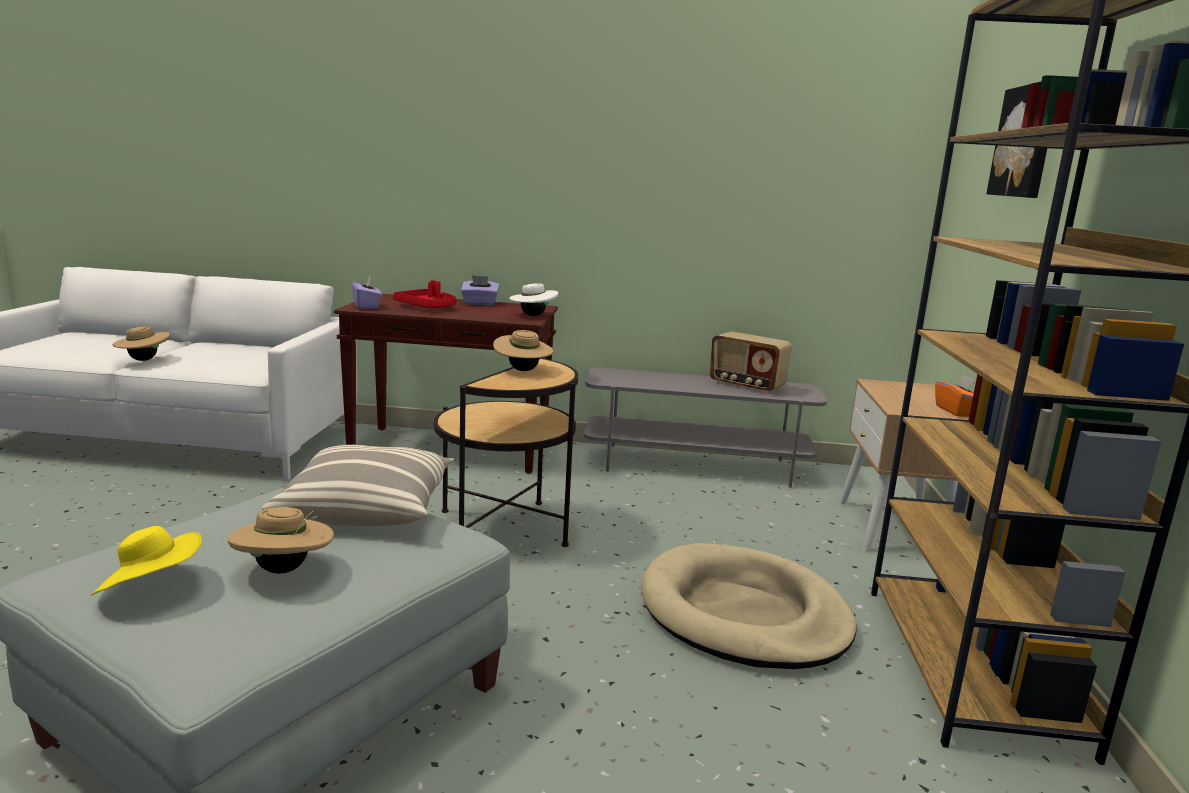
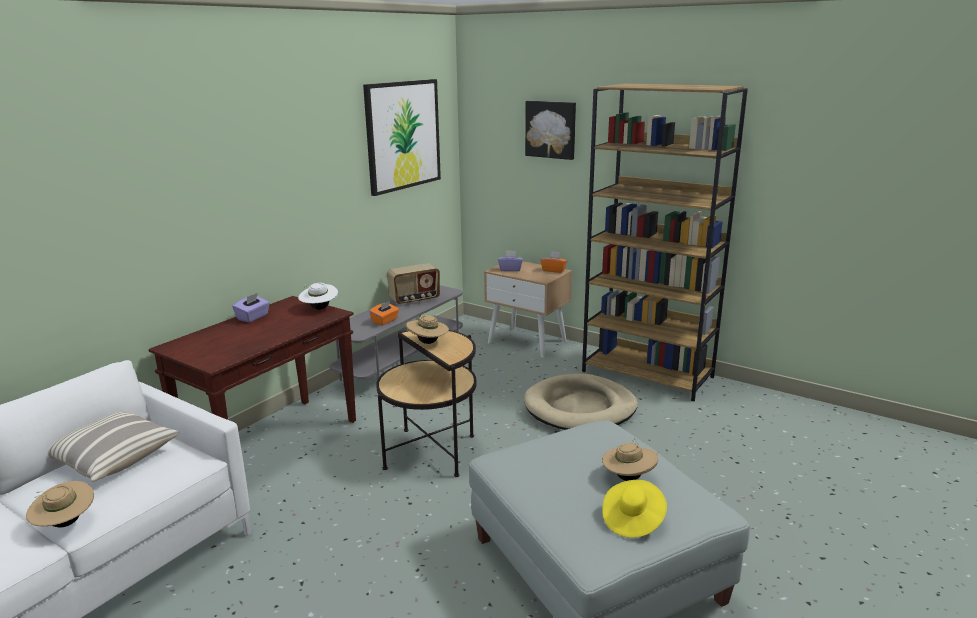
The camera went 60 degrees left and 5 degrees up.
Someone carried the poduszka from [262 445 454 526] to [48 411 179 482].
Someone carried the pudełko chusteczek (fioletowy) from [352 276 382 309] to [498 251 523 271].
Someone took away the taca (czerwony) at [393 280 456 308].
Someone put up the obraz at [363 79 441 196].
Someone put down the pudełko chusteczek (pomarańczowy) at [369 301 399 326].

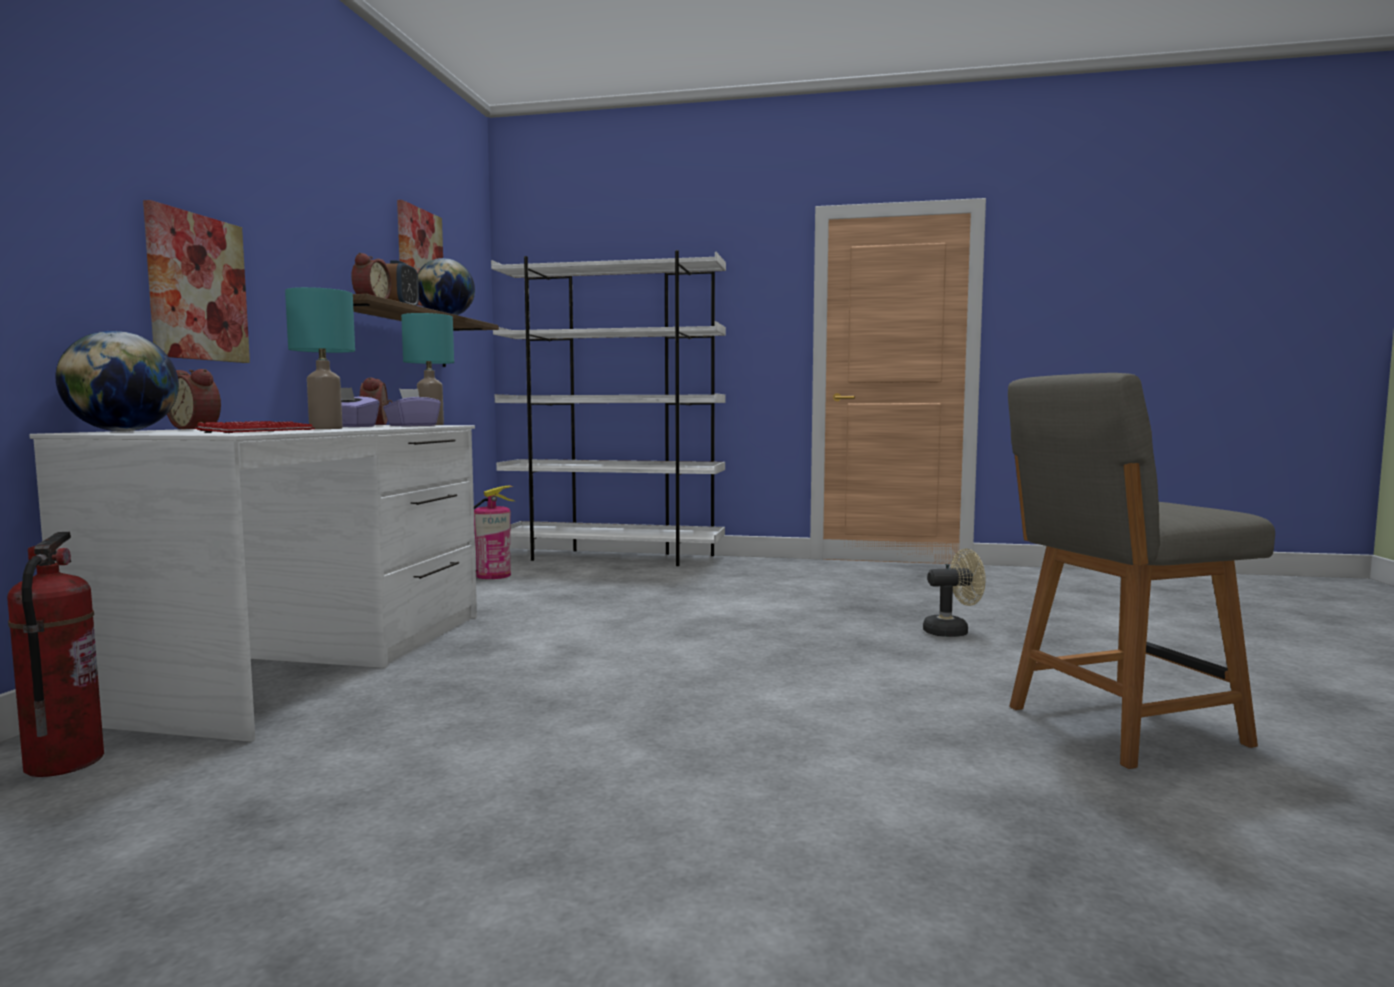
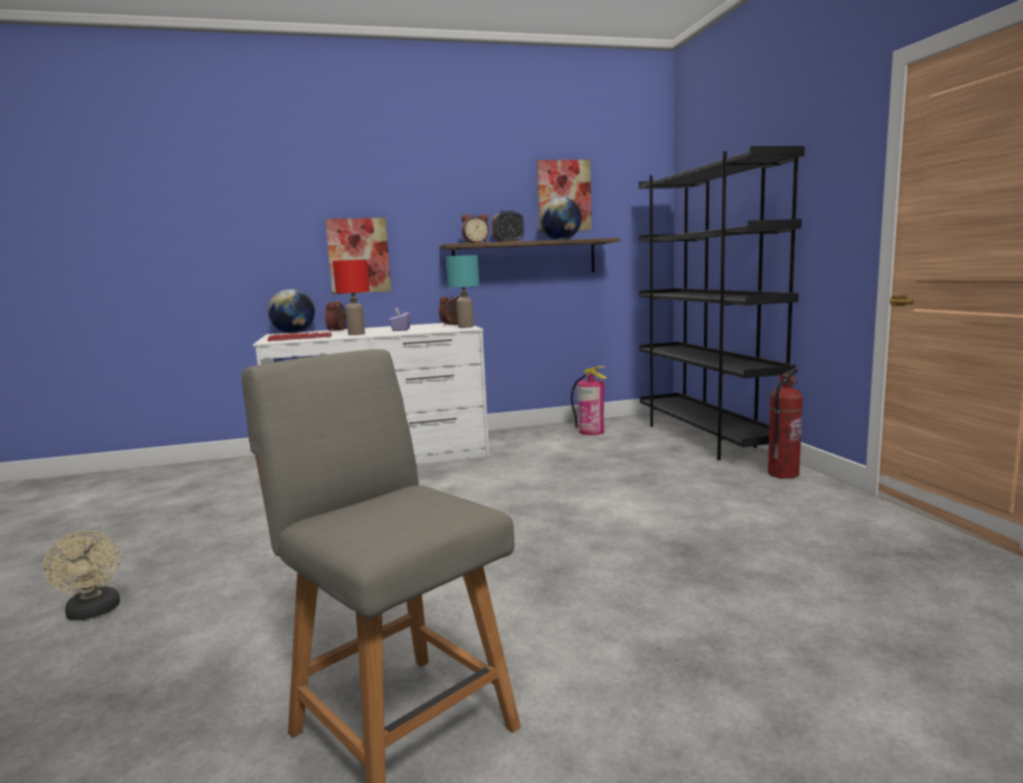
The camera went 65 degrees right and 5 degrees up.
Someone carried the gaśnica from [7 532 104 777] to [768 368 803 479].
Someone repainted the lampa stołowa (turkusowy) at [285 287 355 429], which became the lampa stołowa (czerwony) at [333 260 370 335].
Someone took away the pudełko chusteczek (fioletowy) at [383 389 441 427].
Someone repainted the regał (biały) at [491 250 726 566], which became the regał (czarny) at [638 146 805 460].
Someone carried the wentylator (beżowy) from [923 549 986 637] to [43 531 120 620].

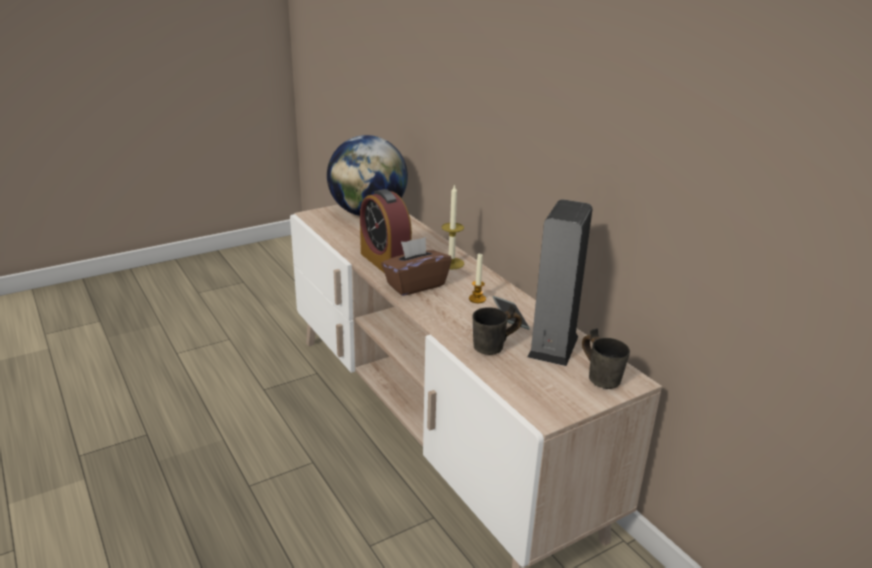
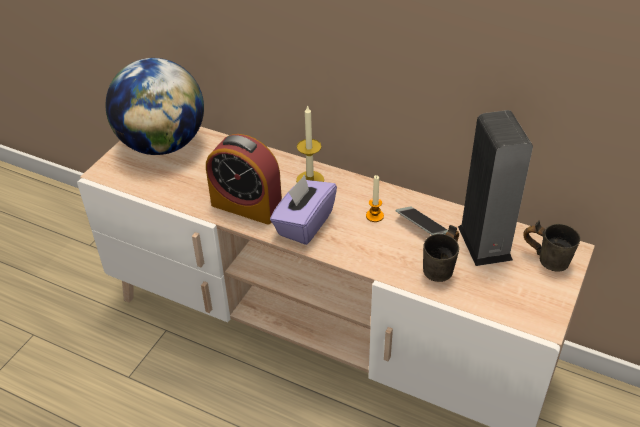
The camera went 30 degrees left and 15 degrees up.
Someone repainted the pudełko chusteczek (brązowy) at [381 237 452 296], which became the pudełko chusteczek (fioletowy) at [270 175 337 245].

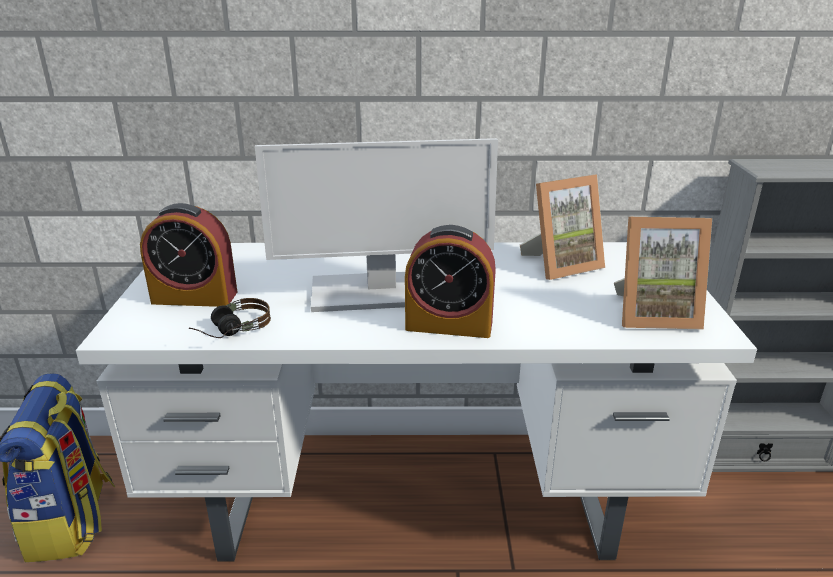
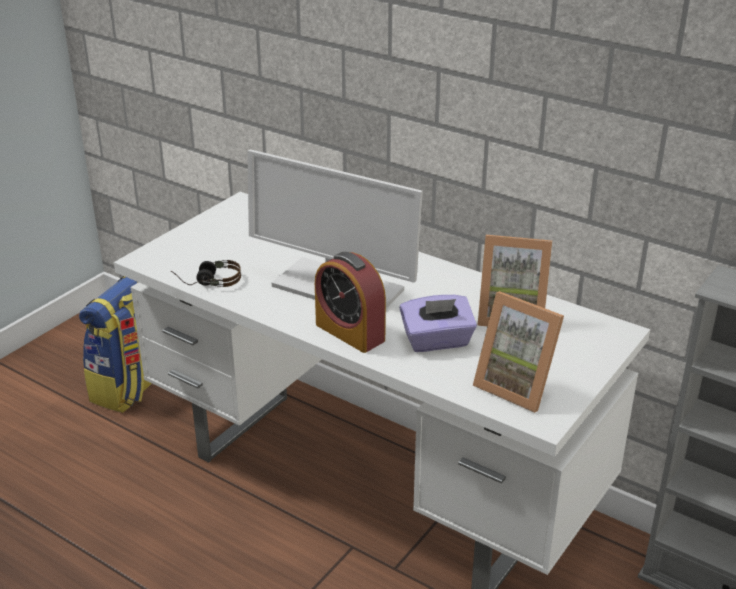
The camera went 35 degrees right and 5 degrees up.
Someone took away the budzik at [140 203 237 307].
Someone put down the pudełko chusteczek (fioletowy) at [400 295 477 352].

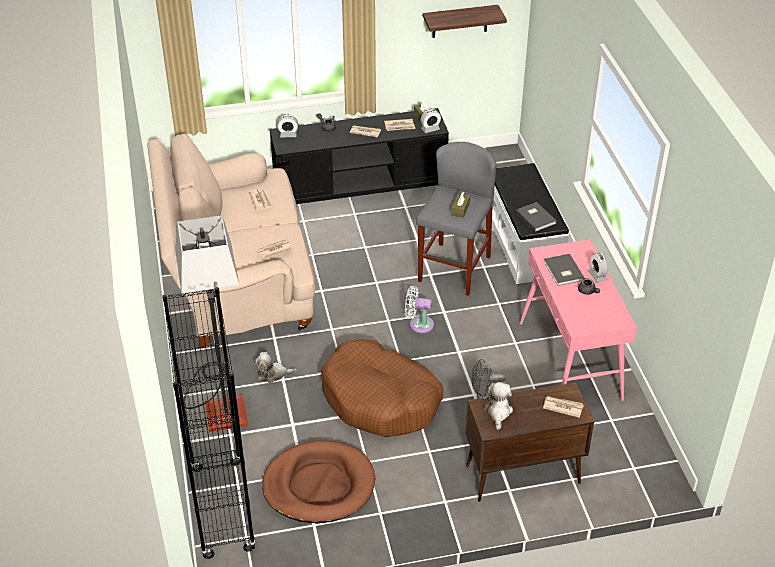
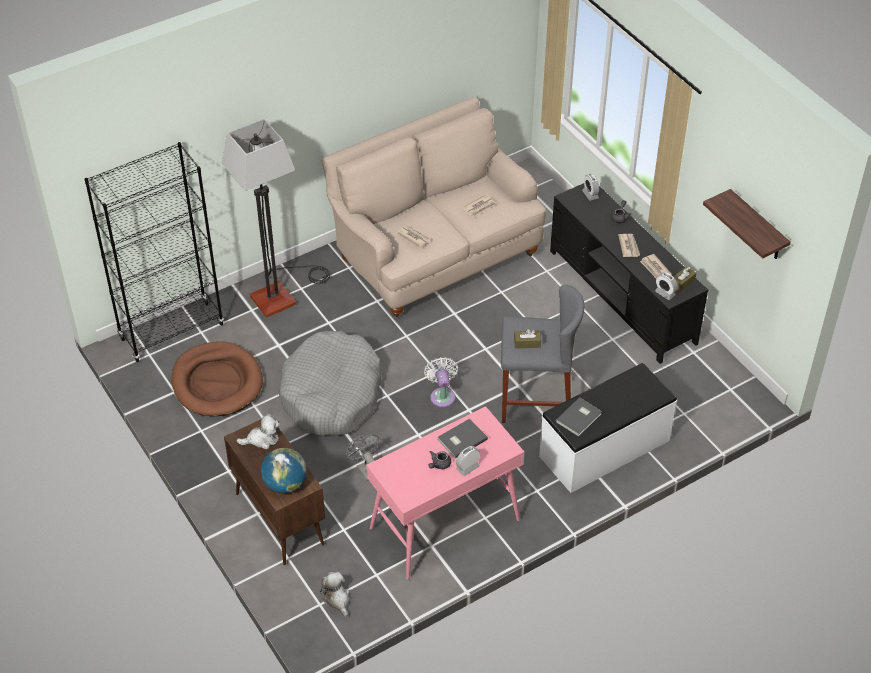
The camera went 70 degrees right and 5 degrees up.
Someone carried the pluszak from [254 352 297 383] to [320 572 349 617].
Someone repainted the legowisko (brązowy) at [321 339 443 437], which became the legowisko (szary) at [278 331 382 436].
Someone swapped the gazeta at [543 396 584 418] for the globus at [261 448 307 494].

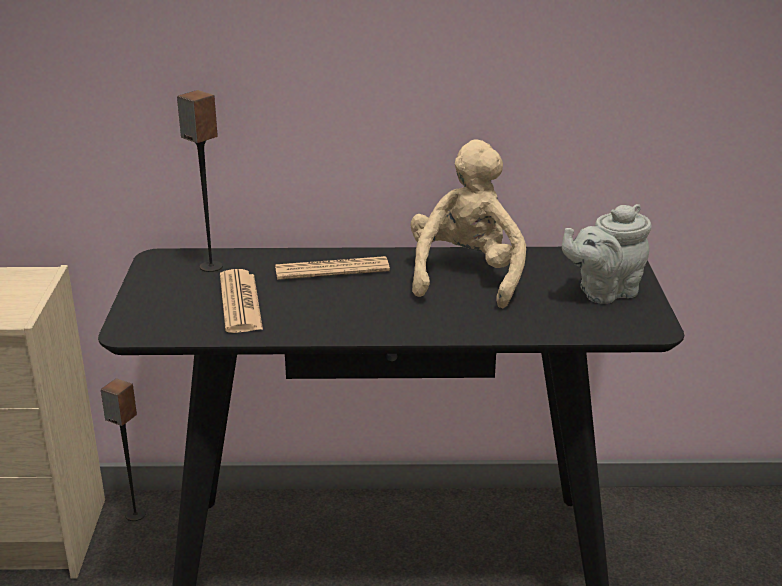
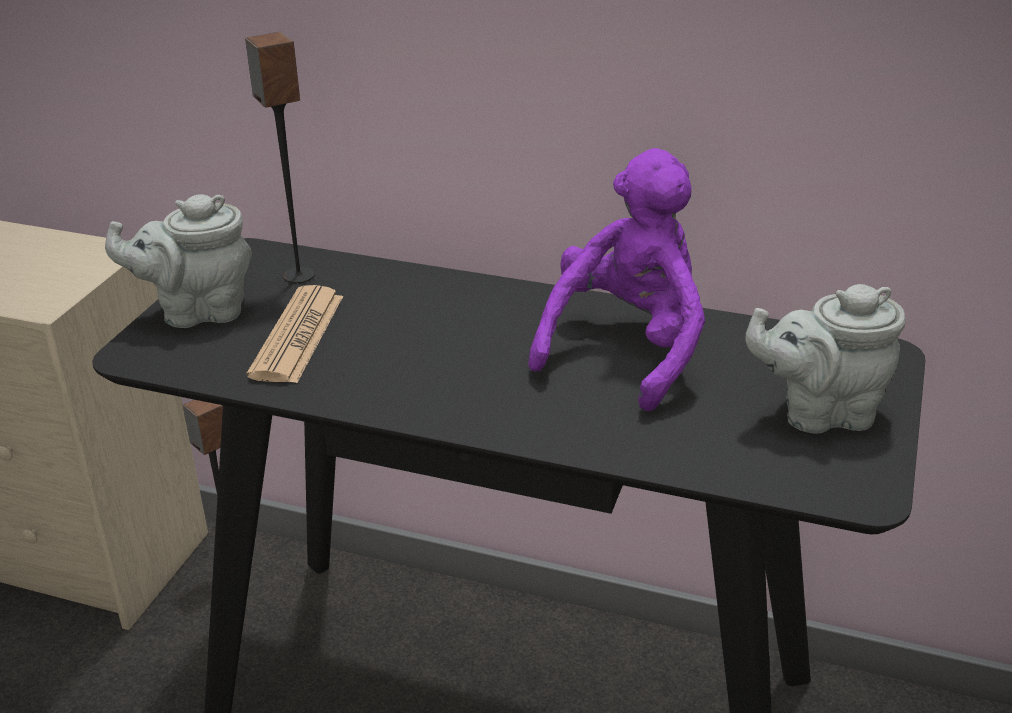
The camera went 20 degrees right and 5 degrees up.
Someone took away the gazeta at [275 256 390 280].
Someone repainted the pluszak (beżowy) at [410 140 526 308], which became the pluszak (fioletowy) at [528 148 705 412].
Someone put down the imbryk (szary) at [105 194 252 328].

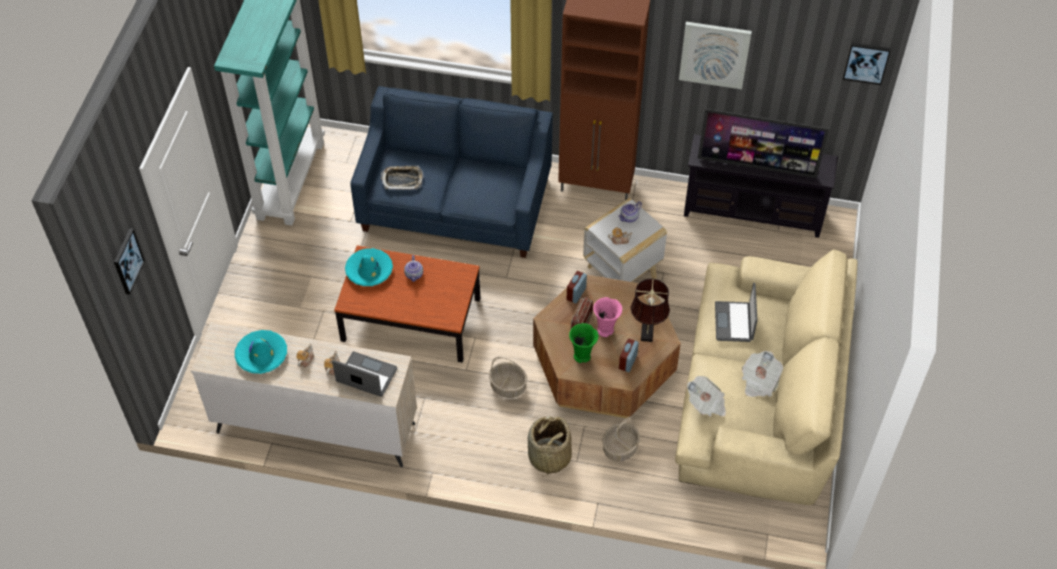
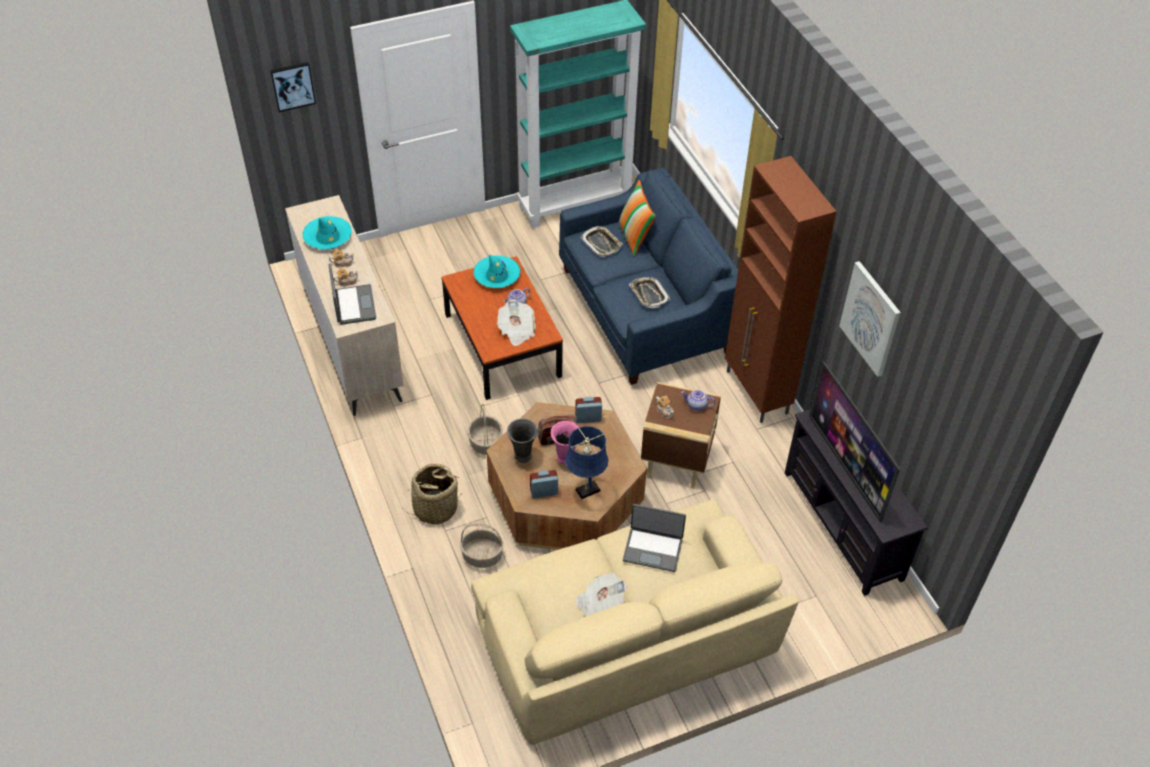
The camera went 55 degrees right and 5 degrees down.
Someone repainted the wazon (zielony) at [569 323 598 363], which became the wazon (szary) at [507 418 538 463].
Someone repainted the stolik (biały) at [583 198 667 282], which became the stolik (brązowy) at [641 382 721 489].
Someone repainted the lampa stołowa (brązowy) at [631 279 670 342], which became the lampa stołowa (niebieski) at [565 426 608 499].
Someone carried the gazeta from [687 376 726 417] to [497 299 535 346].
Someone rotated the laptop at [715 283 758 342] by 135 degrees counterclockwise.
Someone took away the obraz at [843 43 891 85].
Someone put down the poduszka at [619 180 655 257].
Someone put down the taca at [629 277 670 309].

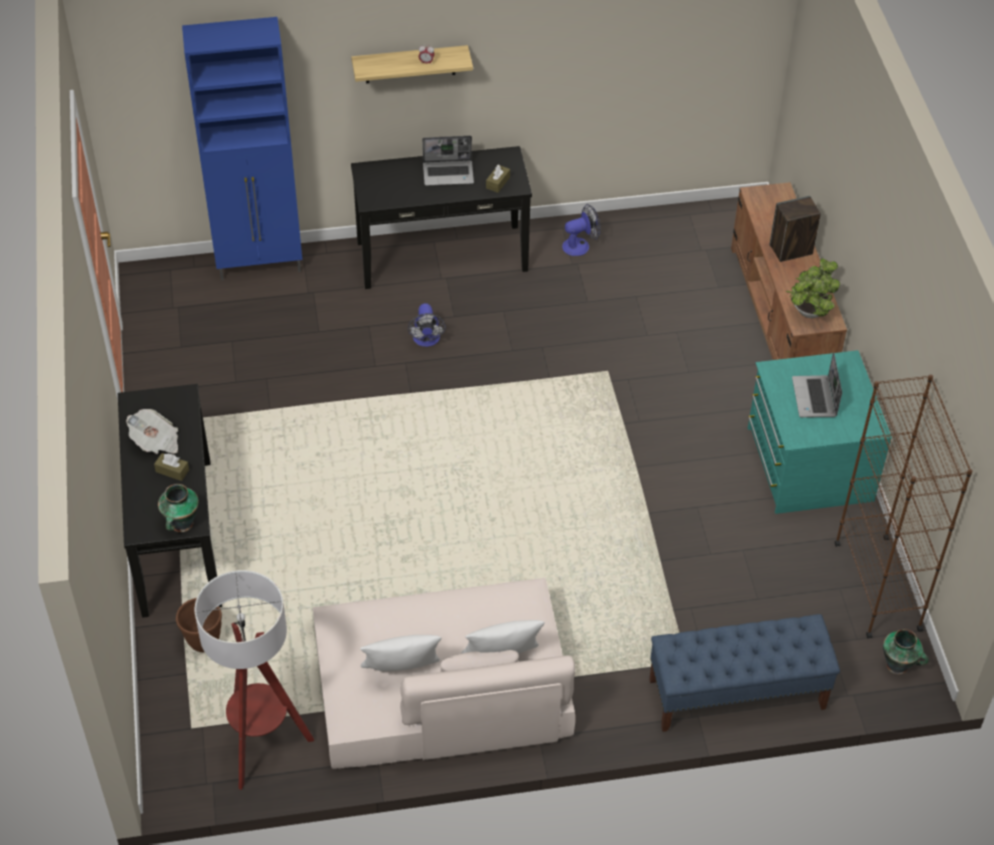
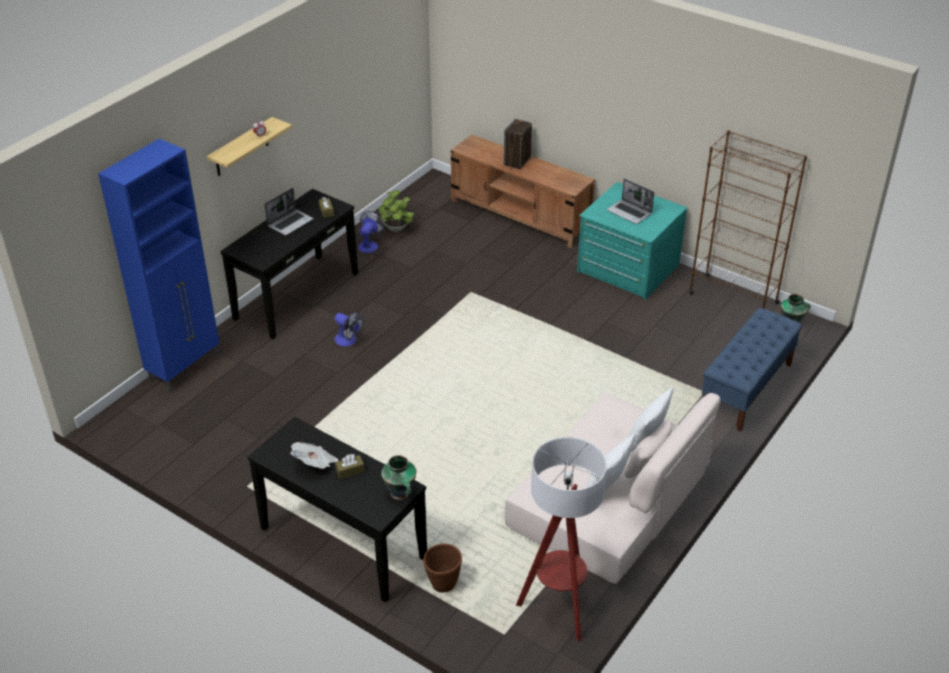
The camera went 45 degrees left and 10 degrees down.
Someone carried the roślina doniczkowa from [786 258 840 318] to [379 190 414 232].

